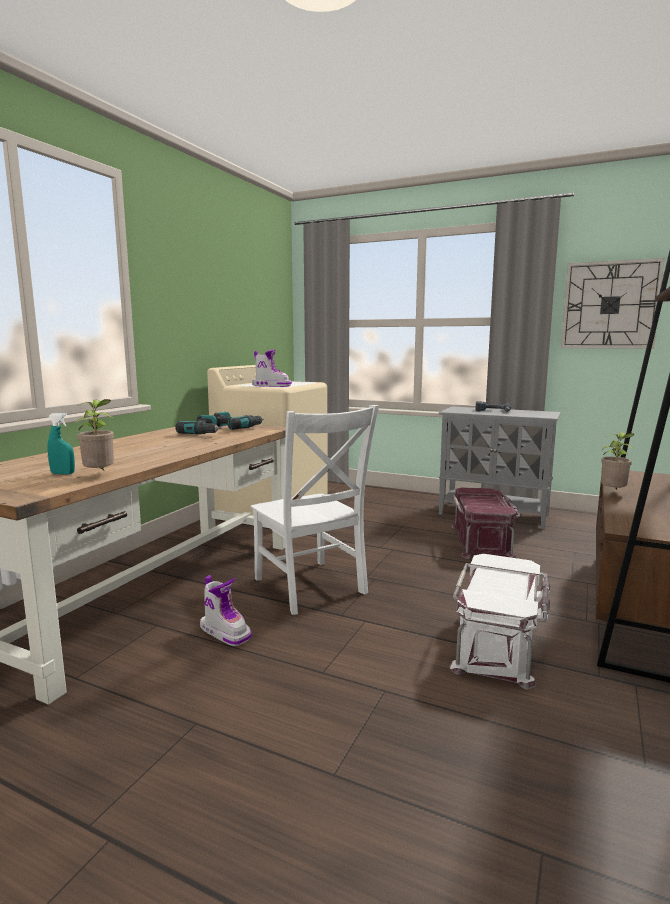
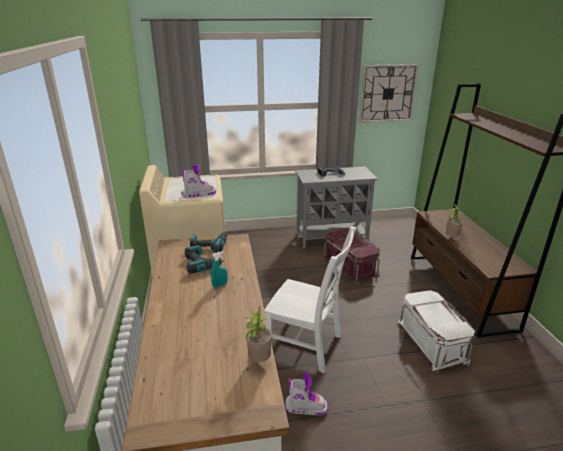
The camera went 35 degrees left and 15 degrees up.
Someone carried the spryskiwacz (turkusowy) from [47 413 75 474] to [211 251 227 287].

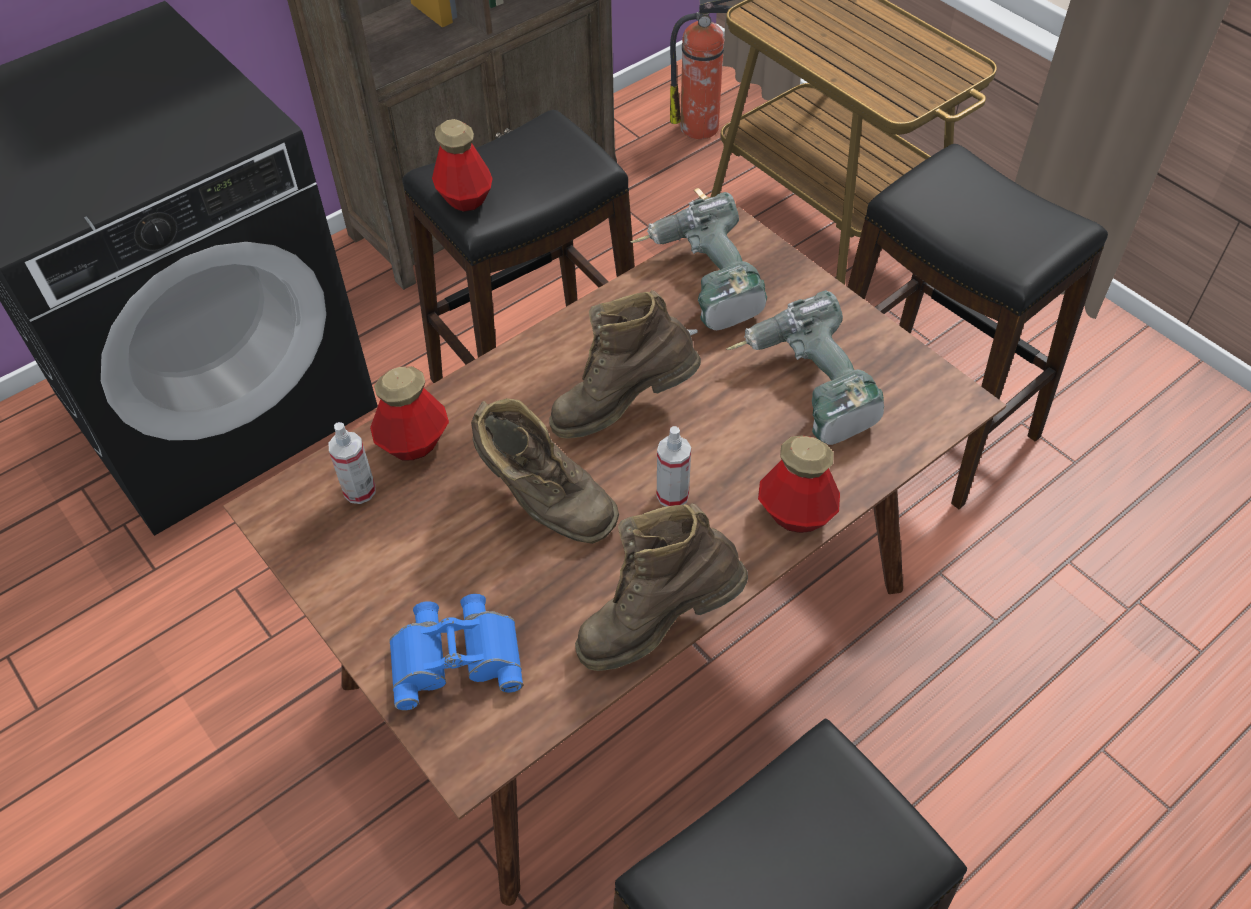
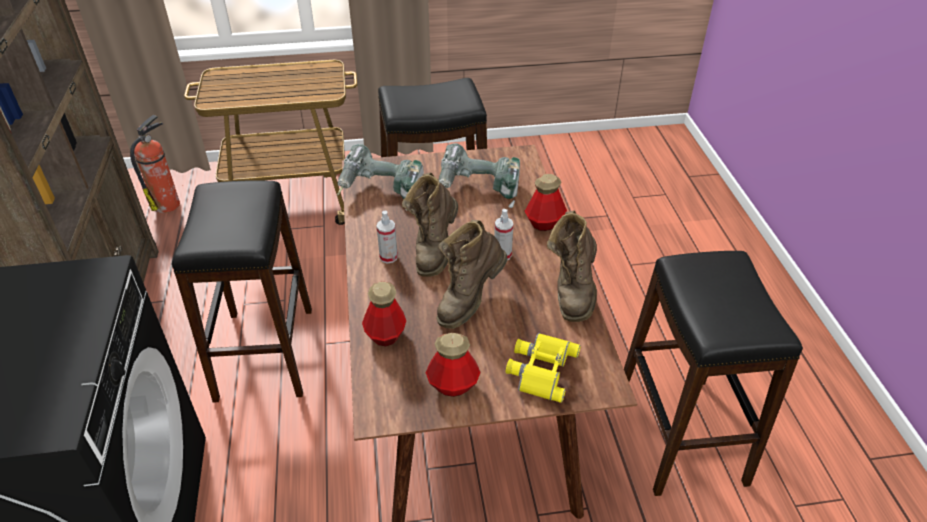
The camera went 60 degrees left and 10 degrees down.
Someone carried the spryskiwacz from [329 422 376 504] to [377 211 398 264].
Someone repainted the lornetka (niebieski) at [389 594 523 711], which became the lornetka (żółty) at [506 333 581 403].
Someone carried the butelka from [432 119 493 212] to [425 333 481 397].
Someone rotated the but z cholewką (brązowy) at [471 398 619 544] by 150 degrees clockwise.

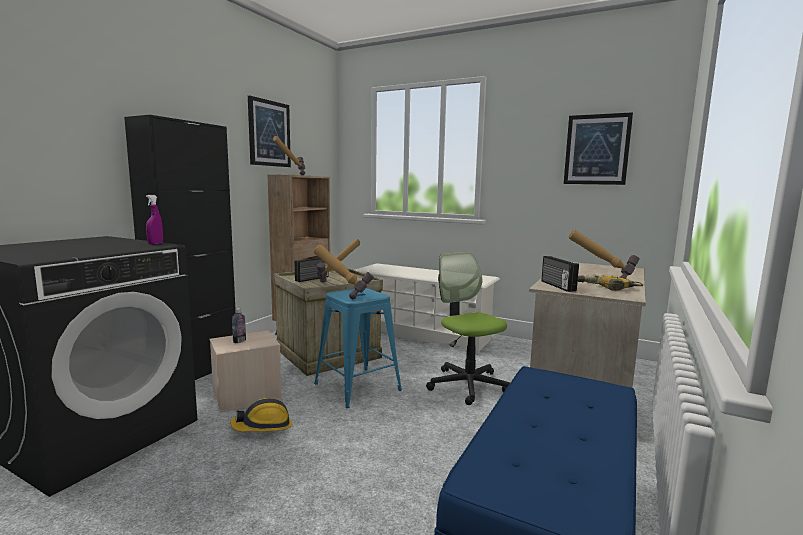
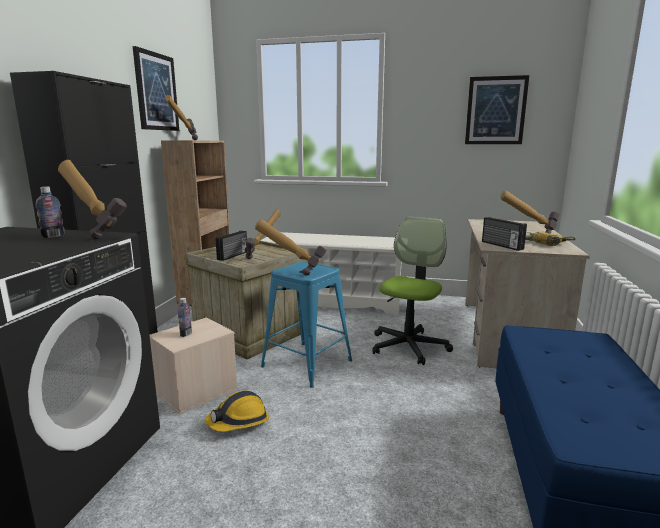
The camera went 15 degrees left and 5 degrees up.
Someone swapped the spryskiwacz (fioletowy) at [146 195 163 244] for the młotek at [58 160 127 239].
Someone rotated the krzesło biurowe at [426 252 510 405] by 75 degrees clockwise.
Someone put down the butelka at [36 187 65 238].

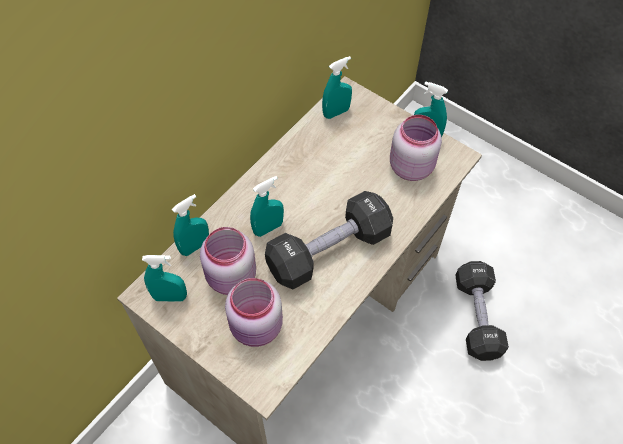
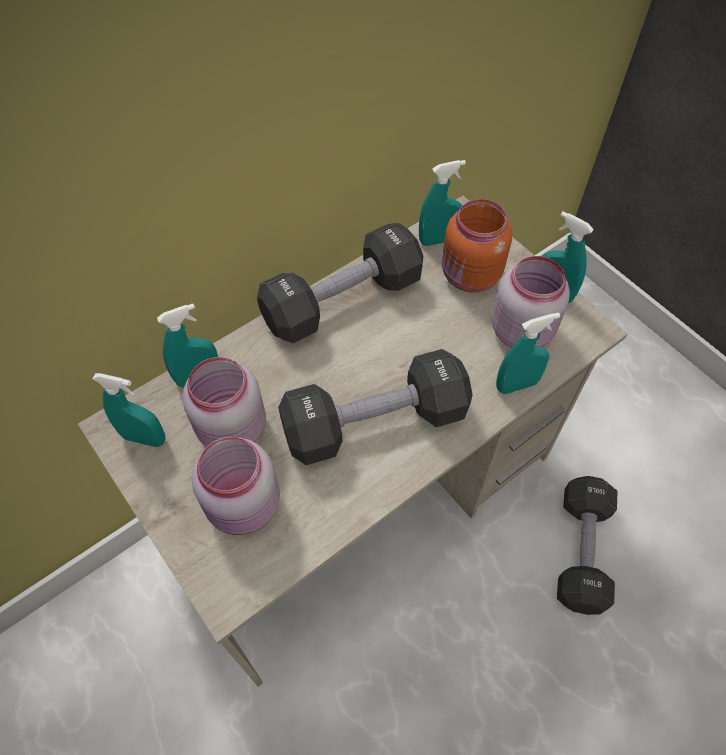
The camera went 15 degrees right and 0 degrees up.
Someone carried the spryskiwacz (turkusowy) from [250 176 284 237] to [496 313 560 394].
Someone put down the hantel (czarny) at [257 223 423 343].
Someone put down the słoik (pomarańczowy) at [442 199 512 293].

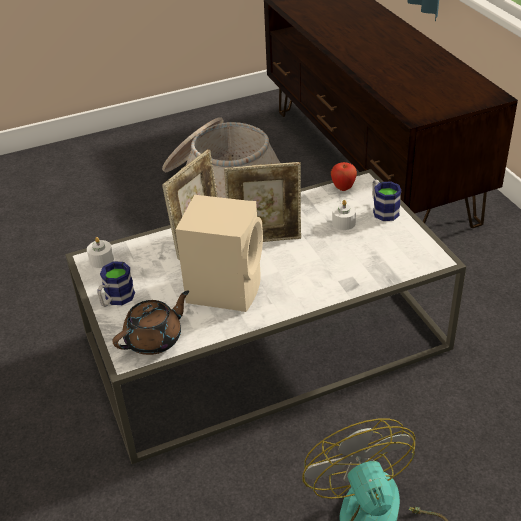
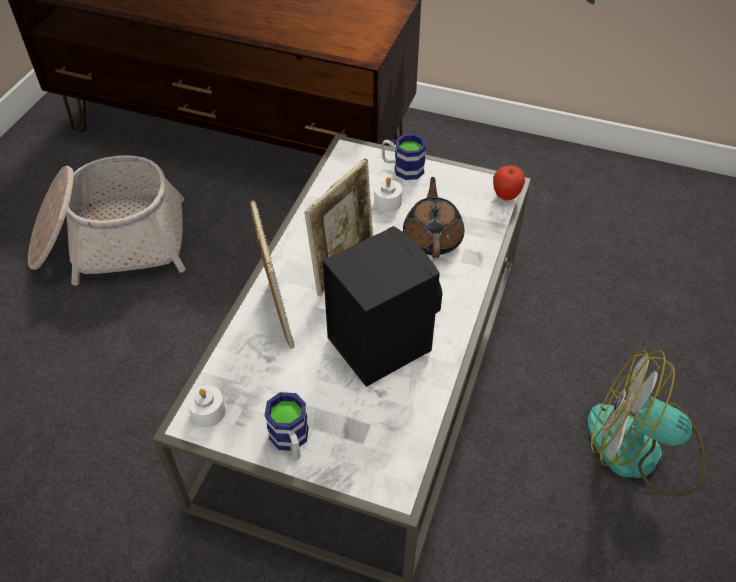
The camera went 50 degrees left and 10 degrees up.
Someone carried the imbryk (brązowy) from [112 290 189 355] to [403 177 464 258].
Someone repainted the głośnik (beżowy) at [175 195 263 312], which became the głośnik (czarny) at [323 226 442 387].
Someone carried the jabłko from [331 162 357 191] to [493 165 525 200].

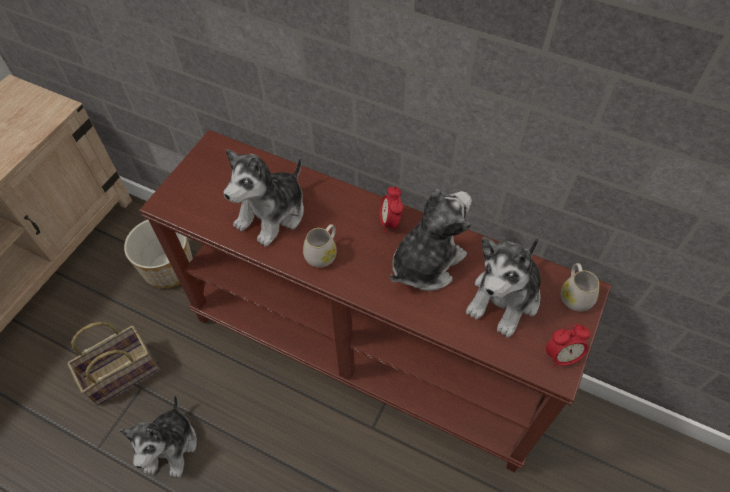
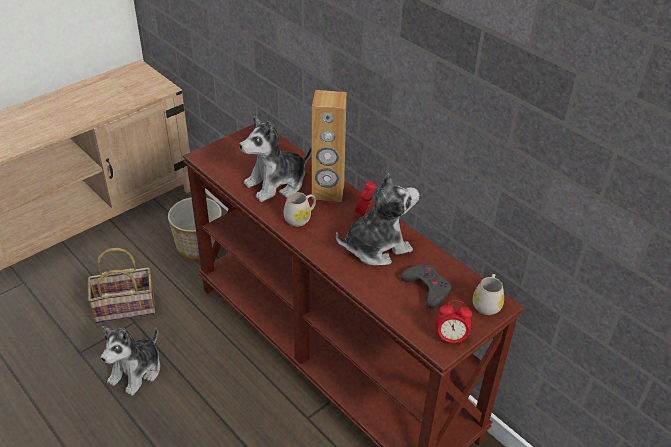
The camera went 20 degrees right and 15 degrees down.
Someone swapped the pluszak at [466 236 541 338] for the pad do gier (szary) at [400 264 451 309].
Someone put down the głośnik (brązowy) at [312 90 347 202].

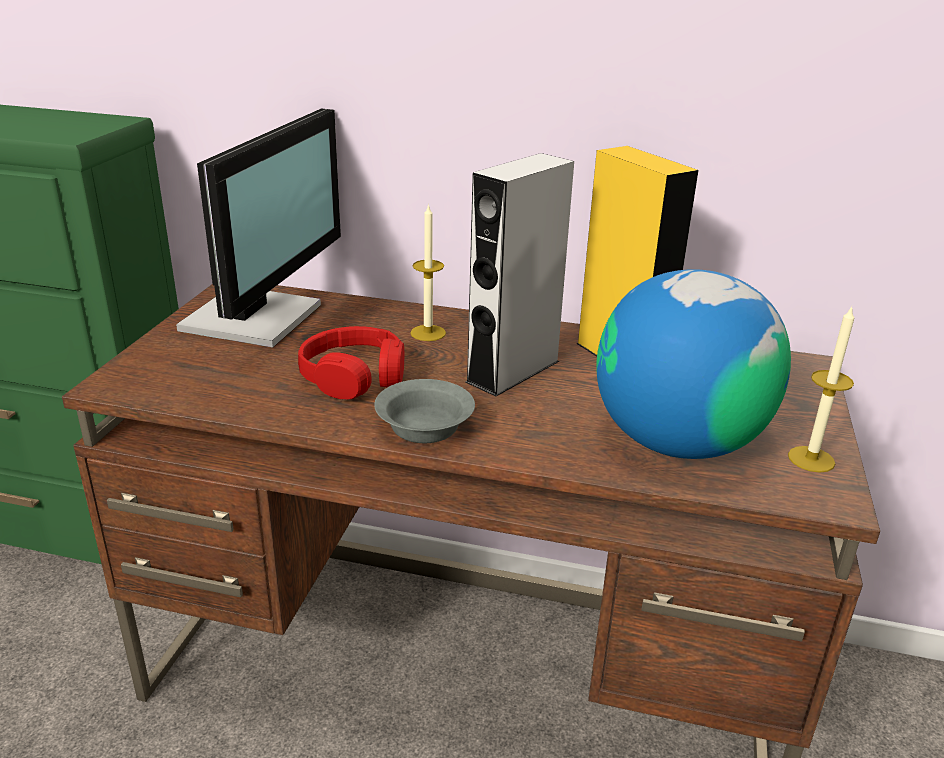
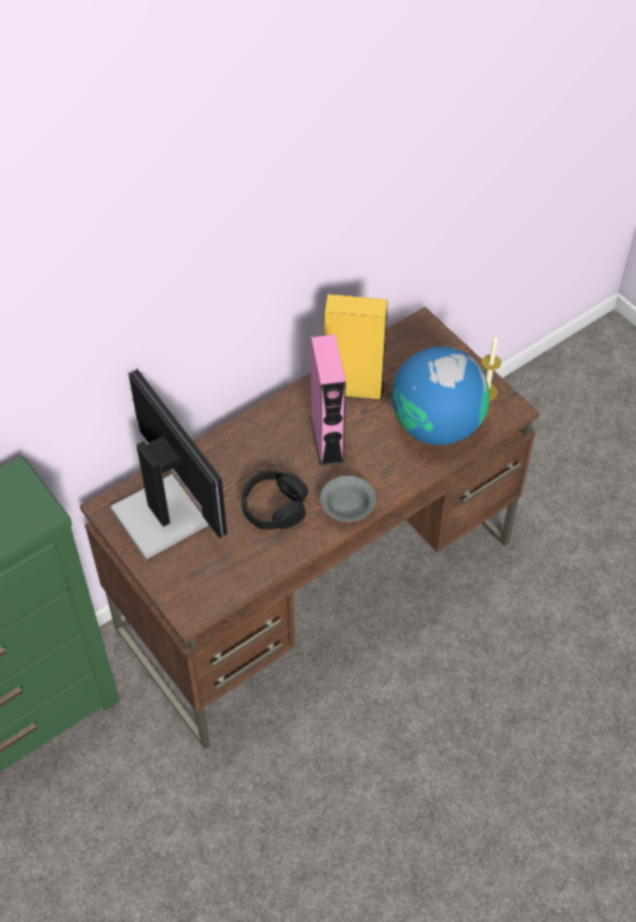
The camera went 50 degrees left and 25 degrees up.
Someone repainted the słuchawki (czerwony) at [298 326 404 399], which became the słuchawki (czarny) at [242 470 308 530].
Someone took away the świeca at [410 204 446 341].
Someone repainted the głośnik (szary) at [465 153 574 396], which became the głośnik (różowy) at [311 334 346 466].

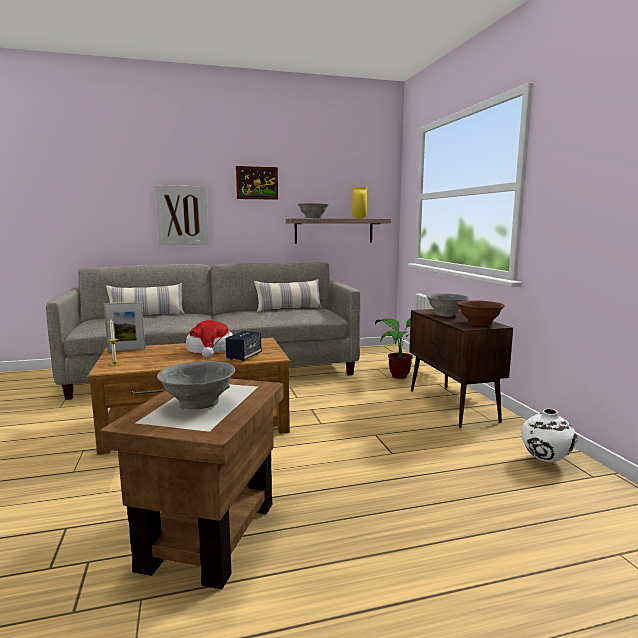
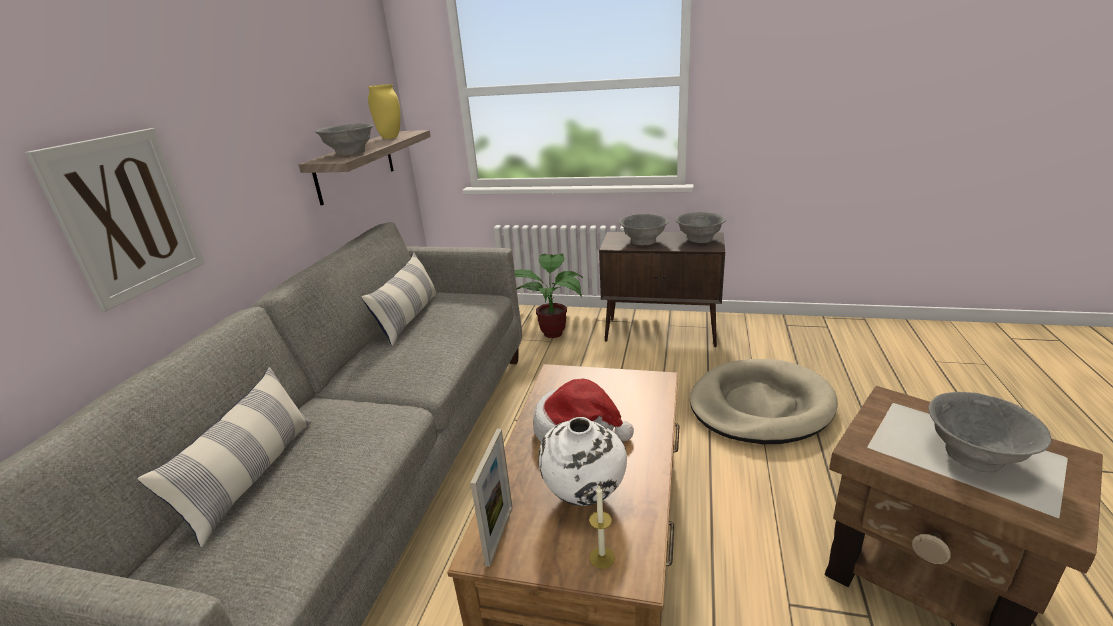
The camera went 60 degrees left and 15 degrees up.
Someone took away the głośnik at [225 331 262 361].
Someone took away the obraz at [236 166 278 200].
Someone repainted the miska (brązowy) at [457 300 505 326], which became the miska (szary) at [675 212 726 243].
Someone carried the wazon (biały) from [521 409 578 463] to [538 417 627 506].
Someone put down the legowisko (beżowy) at [690 359 838 444].

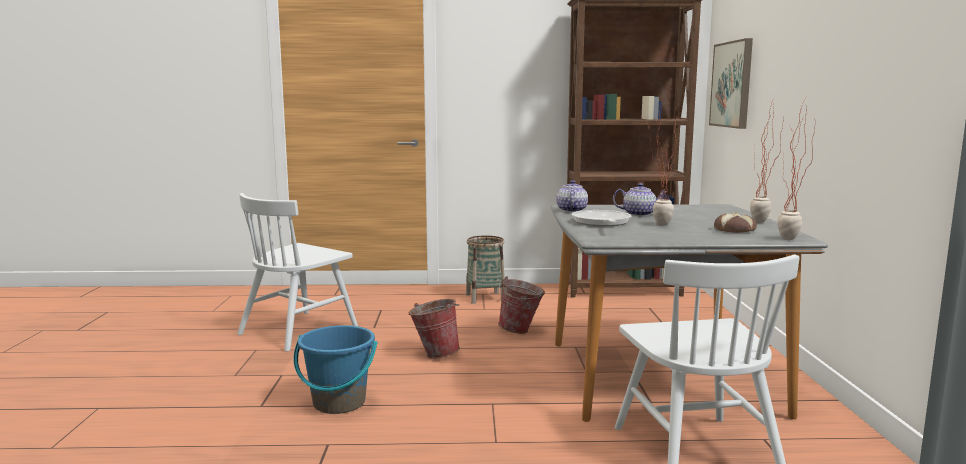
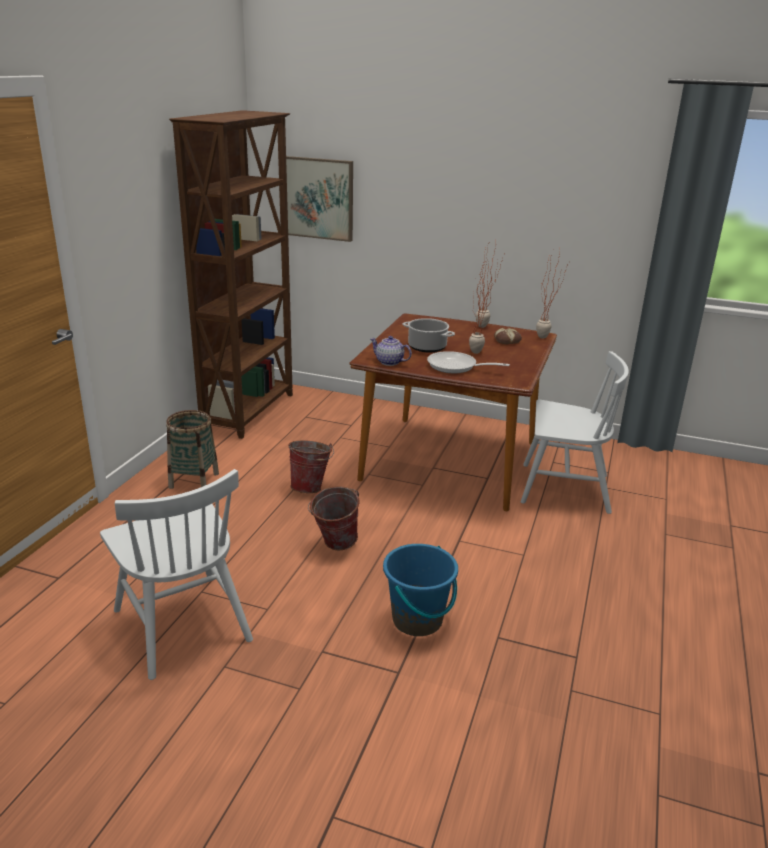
The camera went 70 degrees left and 15 degrees up.
Someone repainted the stół jadalny (szary) at [551 204 828 422], which became the stół jadalny (brązowy) at [349 313 557 511].
Someone swapped the imbryk at [613 183 667 216] for the garnek at [403 318 455 353].

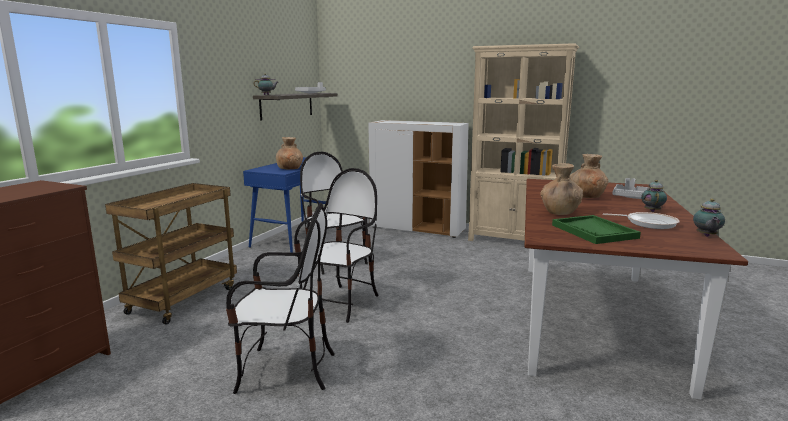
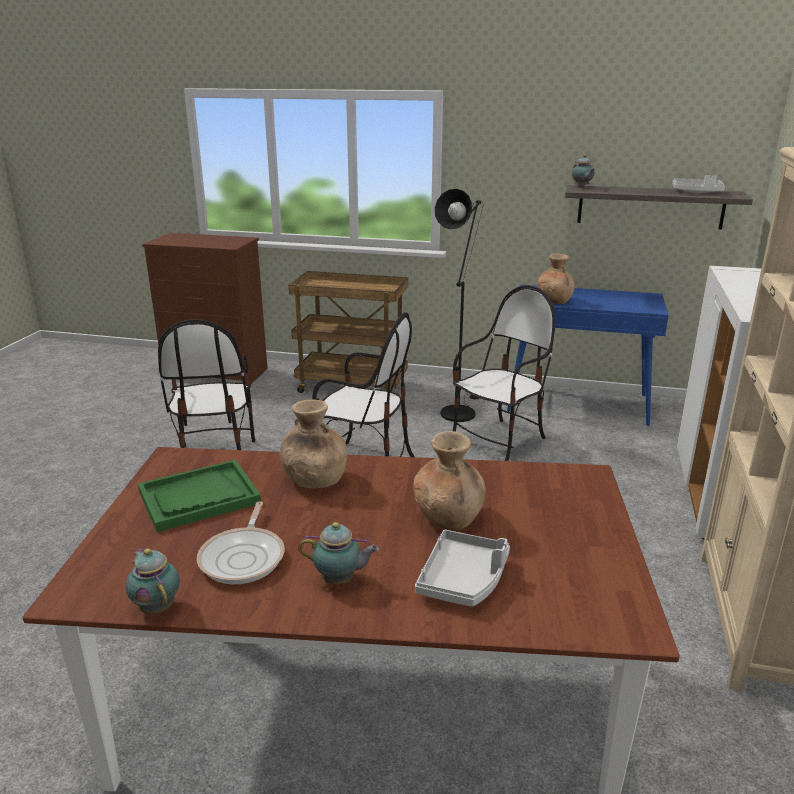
The camera went 80 degrees right and 10 degrees up.
Someone rotated the imbryk at [693 199 725 237] by 45 degrees clockwise.
Someone put down the lampa stojąca (czarny) at [435 189 484 422].

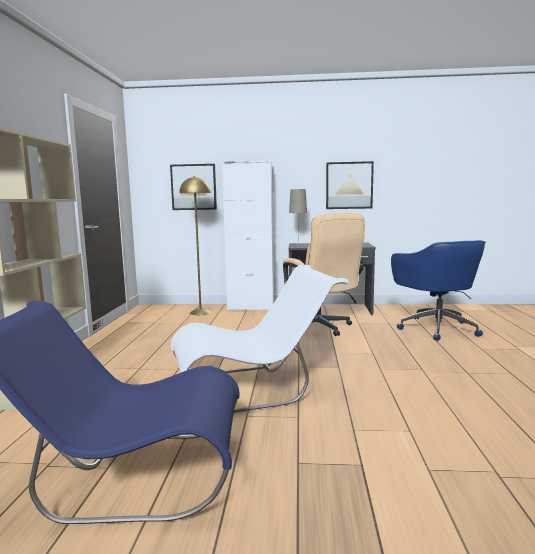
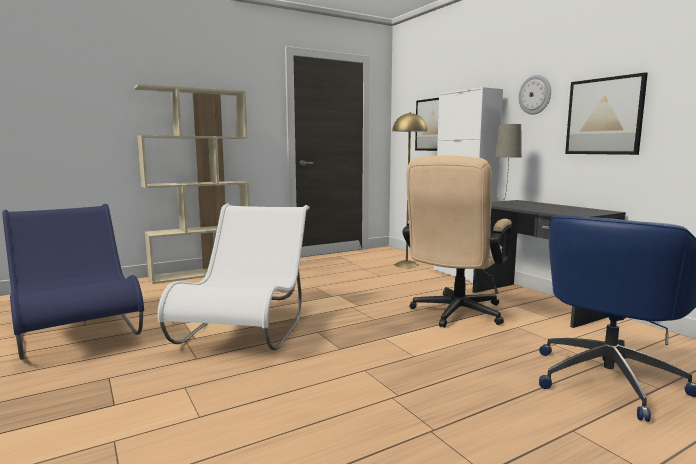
The camera went 55 degrees right and 0 degrees up.
Someone rotated the krzesło (biały) at [171 265 348 413] by 120 degrees counterclockwise.
Someone put up the zegar ścienny at [519 75 551 115].

